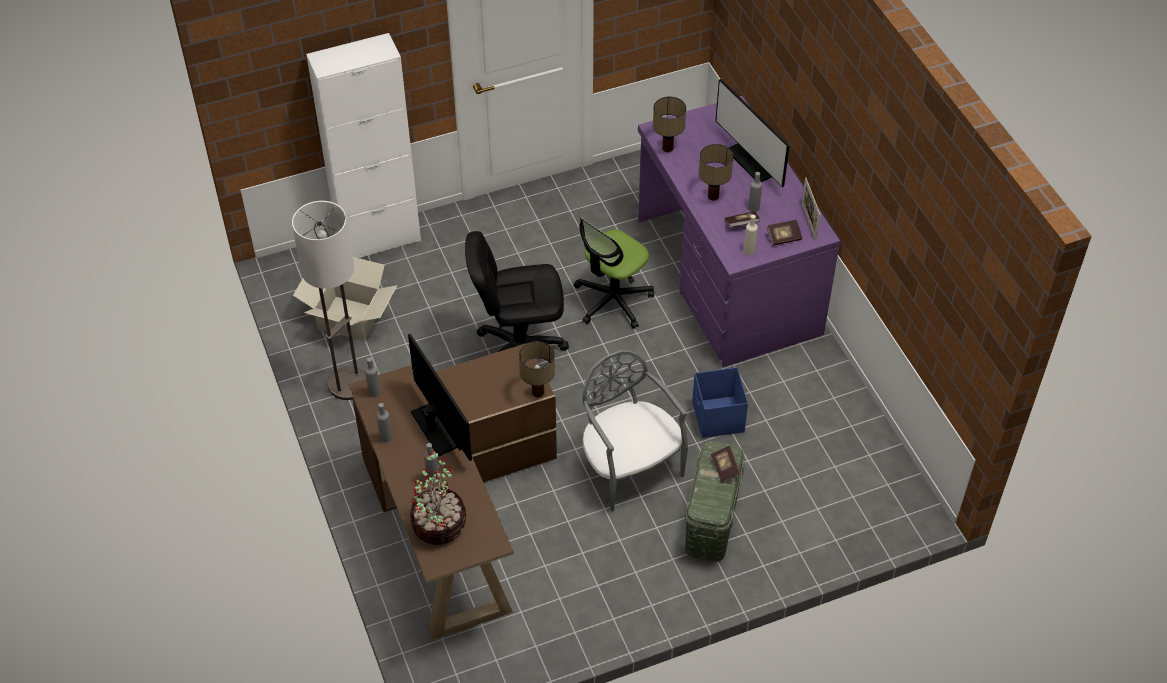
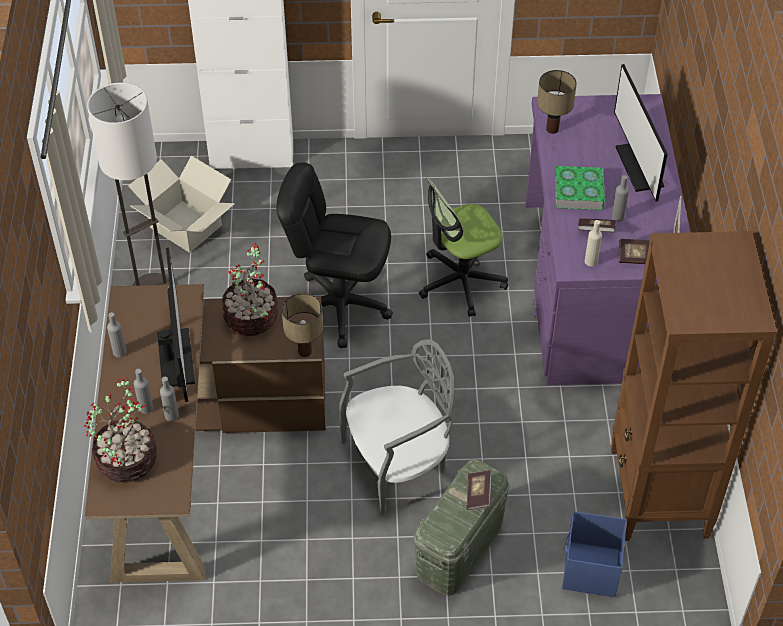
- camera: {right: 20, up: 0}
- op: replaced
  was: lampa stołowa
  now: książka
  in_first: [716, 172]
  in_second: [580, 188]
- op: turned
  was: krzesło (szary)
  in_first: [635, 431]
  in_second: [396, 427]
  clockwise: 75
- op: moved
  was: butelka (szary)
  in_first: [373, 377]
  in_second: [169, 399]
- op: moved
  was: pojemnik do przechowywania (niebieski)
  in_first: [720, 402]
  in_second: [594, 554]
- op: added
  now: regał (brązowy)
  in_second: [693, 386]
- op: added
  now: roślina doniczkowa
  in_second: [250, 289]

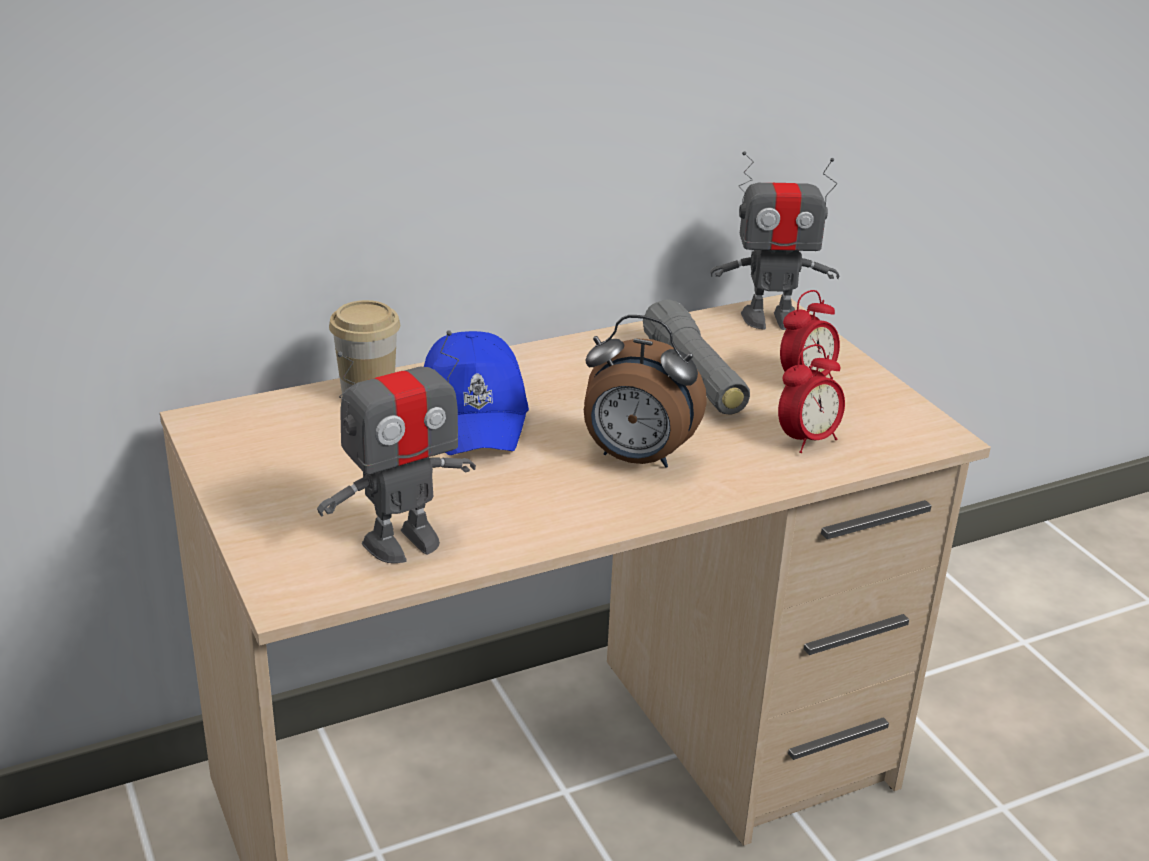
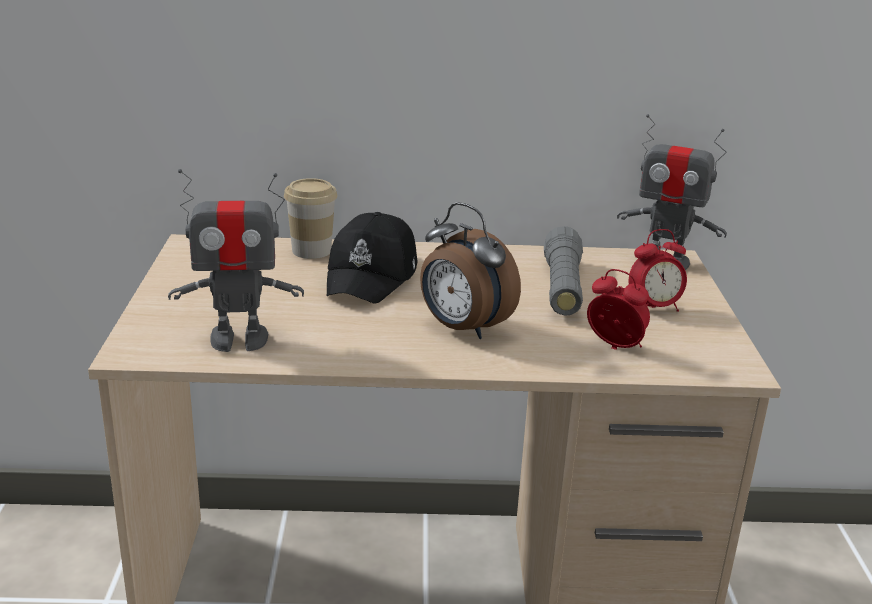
- camera: {right: 25, up: -5}
- op: recoloured
  was: czapka z daszkiem (niebieski)
  now: czapka z daszkiem (czarny)
  in_first: [476, 393]
  in_second: [372, 258]
- op: turned
  was: budzik
  in_first: [811, 398]
  in_second: [618, 309]
  clockwise: -135

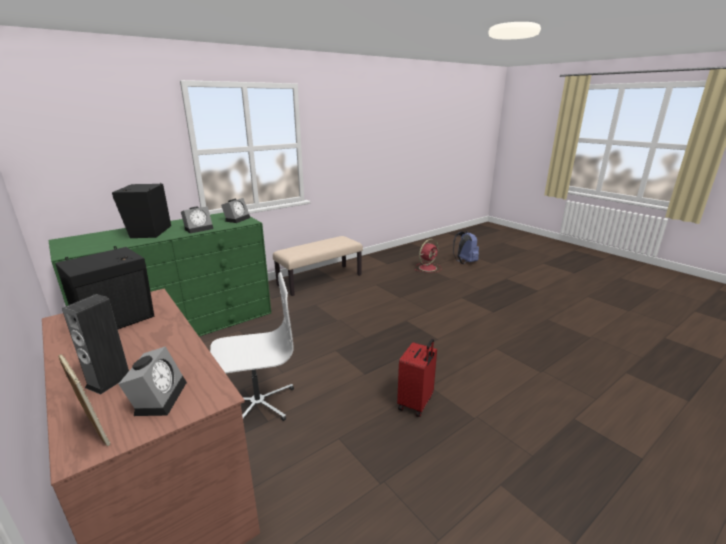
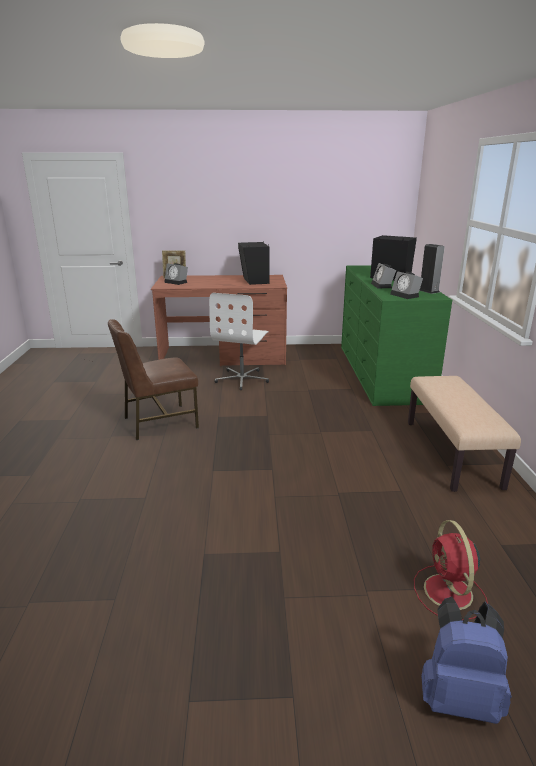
- camera: {right: 125, up: 0}
- op: moved
  was: głośnik
  in_first: [95, 344]
  in_second: [432, 269]
- op: replaced
  was: walizka (czerwony)
  now: krzesło (brązowy)
  in_first: [417, 378]
  in_second: [153, 379]

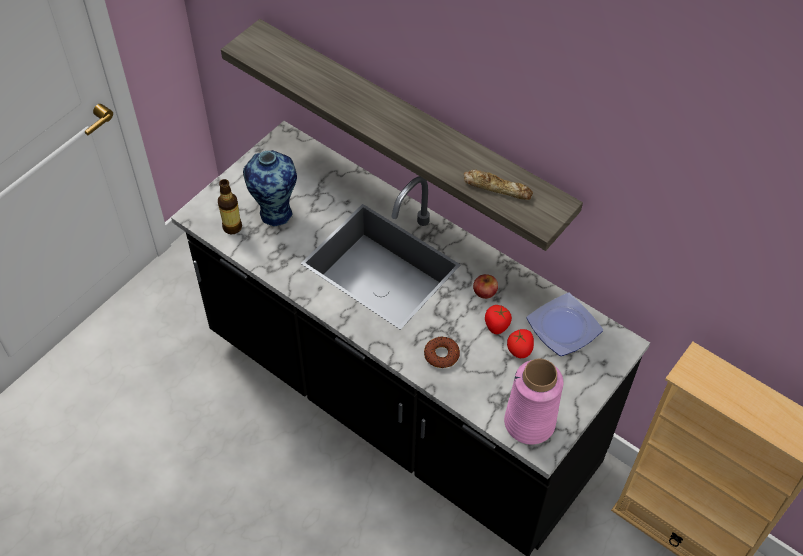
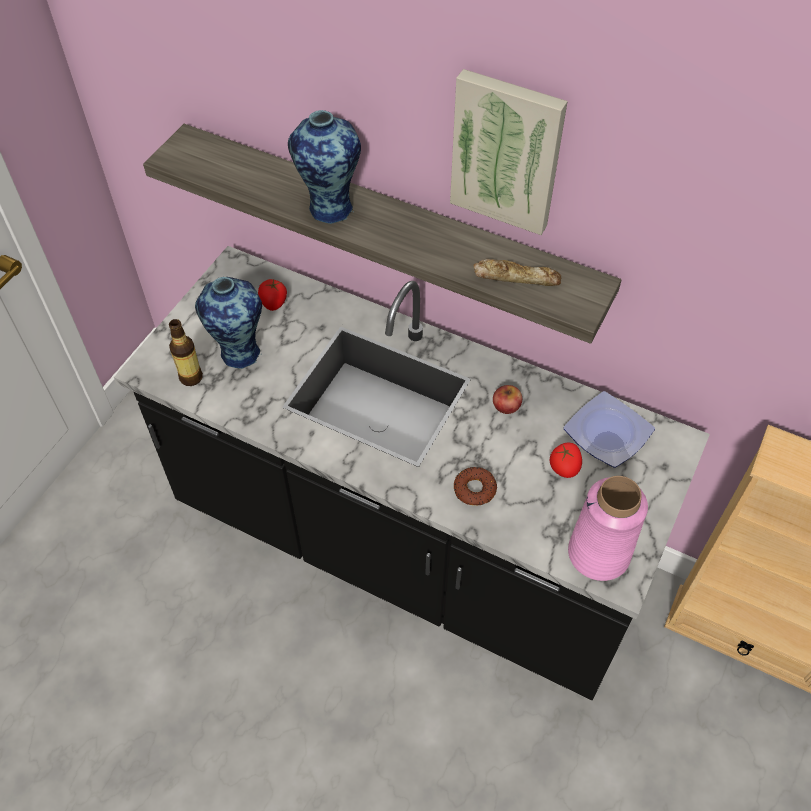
- camera: {right: -10, up: 0}
- op: moved
  was: pomidor
  in_first: [498, 319]
  in_second: [272, 295]
- op: added
  now: obraz
  in_second: [509, 152]
- op: added
  now: wazon
  in_second: [324, 167]

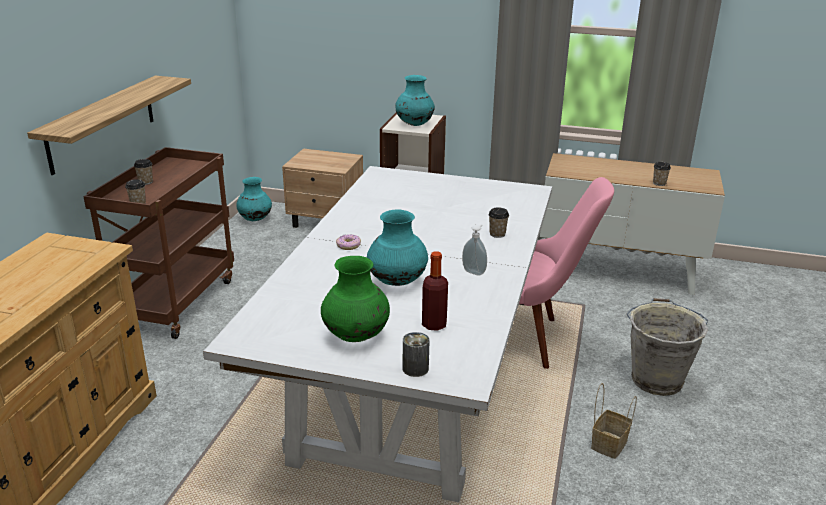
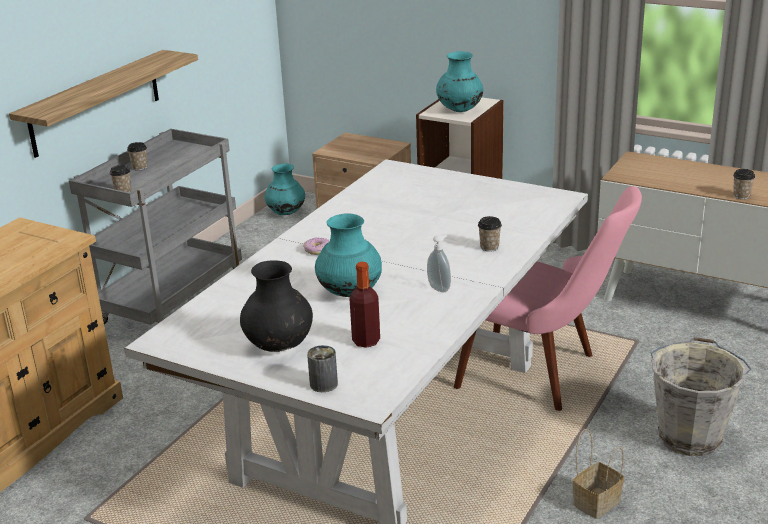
- camera: {right: 15, up: 0}
- op: recoloured
  was: wózek (brązowy)
  now: wózek (szary)
  in_first: [158, 243]
  in_second: [155, 227]
- op: recoloured
  was: wazon (zielony)
  now: wazon (czarny)
  in_first: [355, 299]
  in_second: [276, 306]

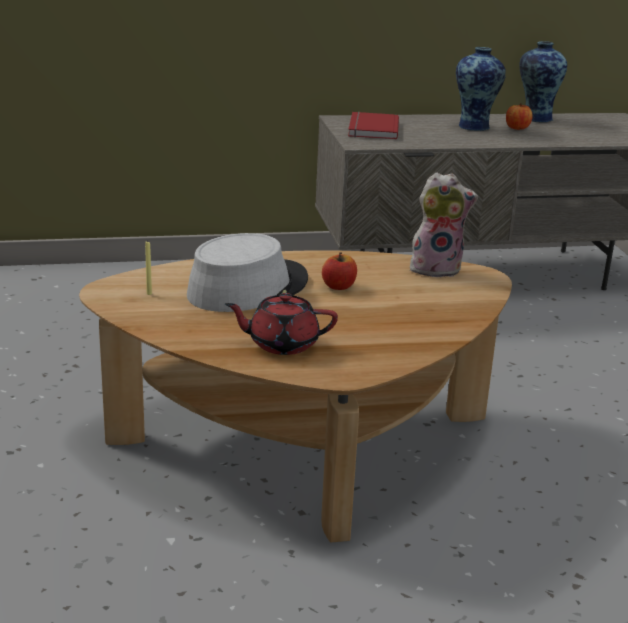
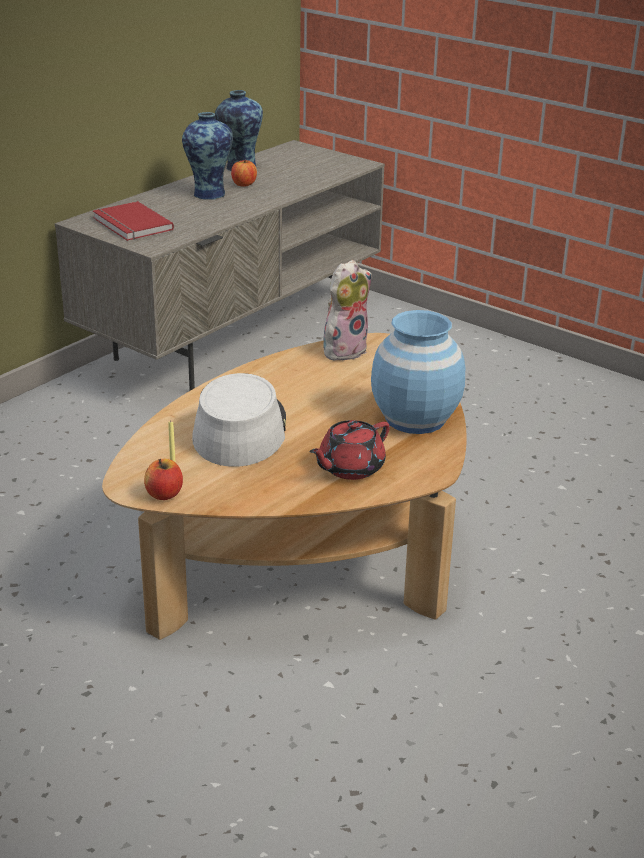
- camera: {right: -40, up: 5}
- op: moved
  was: jabłko
  in_first: [339, 271]
  in_second: [163, 479]
- op: added
  now: wazon (niebieski)
  in_second: [418, 372]

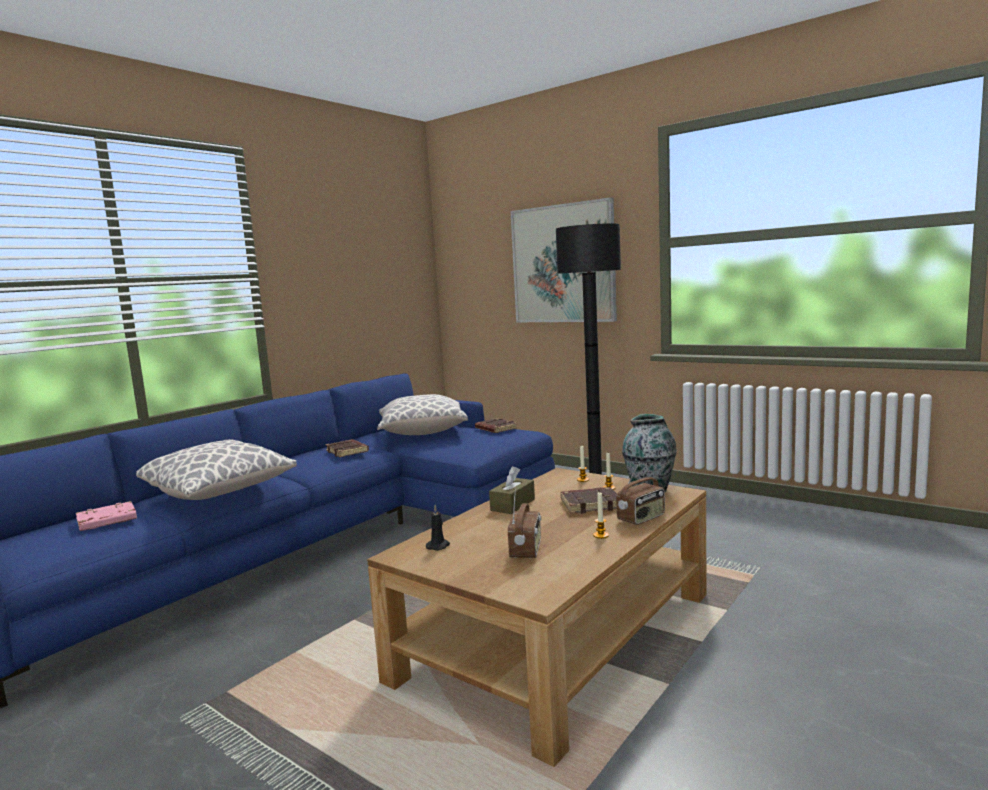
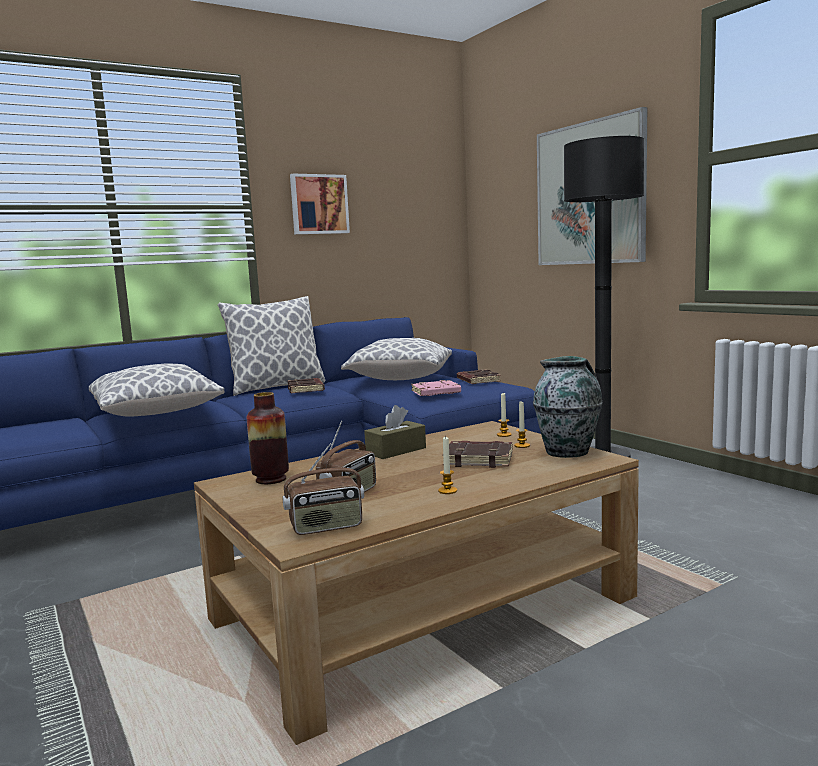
- camera: {right: 20, up: 0}
- op: moved
  was: radio
  in_first: [640, 493]
  in_second: [323, 489]
- op: moved
  was: książka (różowy)
  in_first: [106, 516]
  in_second: [436, 388]
- op: replaced
  was: świeca (czarny)
  now: wazon
  in_first: [438, 528]
  in_second: [268, 438]
- op: added
  now: obraz
  in_second: [320, 204]
- op: added
  now: poduszka
  in_second: [272, 346]

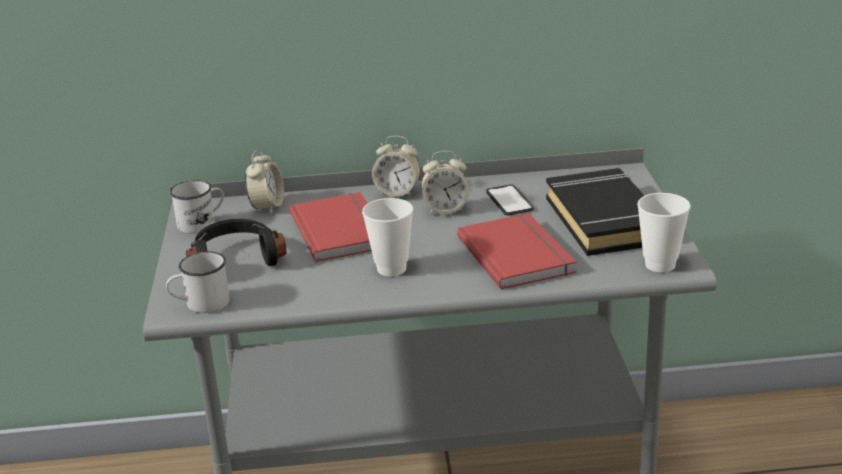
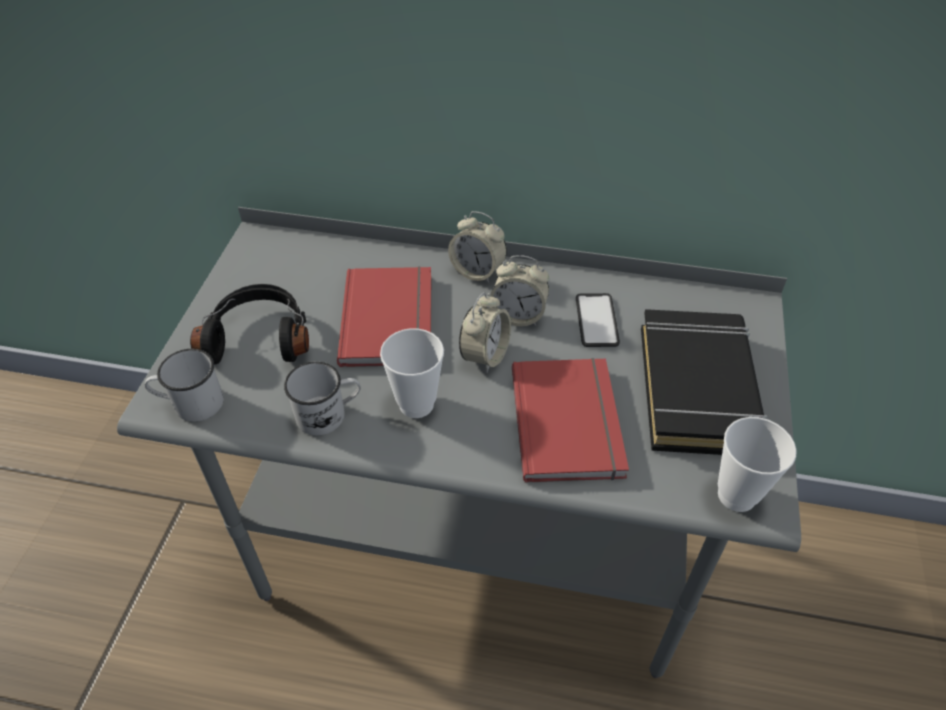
- camera: {right: 15, up: 20}
- op: moved
  was: budzik
  in_first: [264, 181]
  in_second: [485, 332]
- op: moved
  was: kubek (biały)
  in_first: [197, 207]
  in_second: [322, 398]

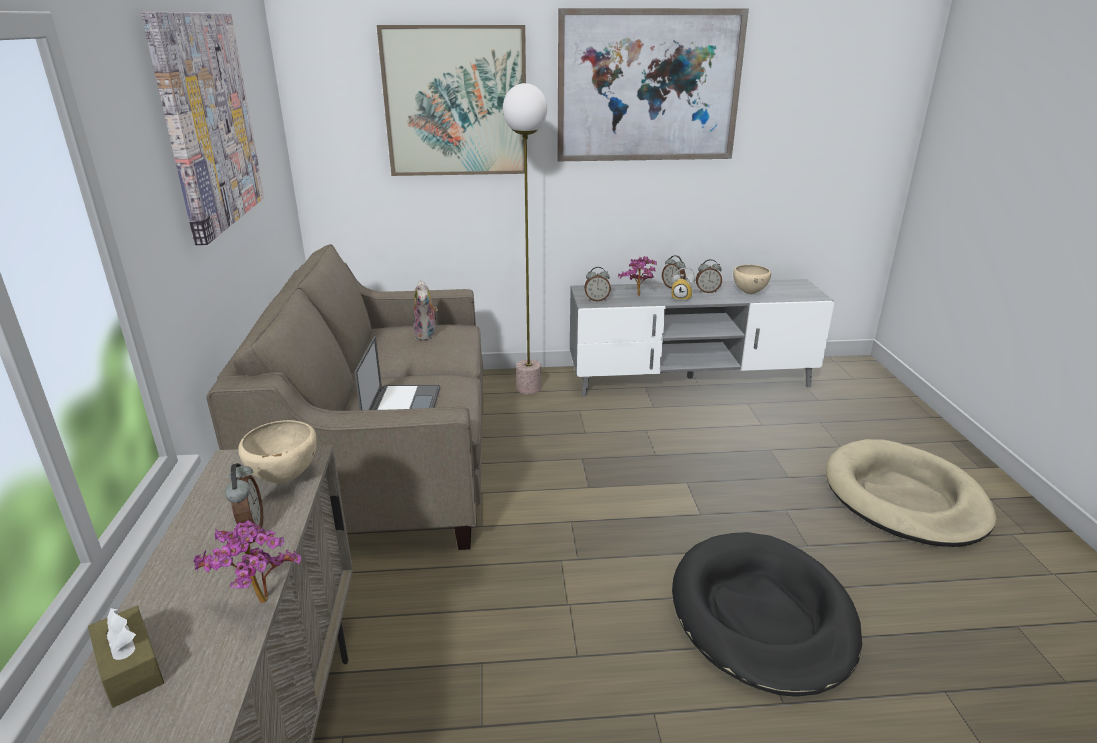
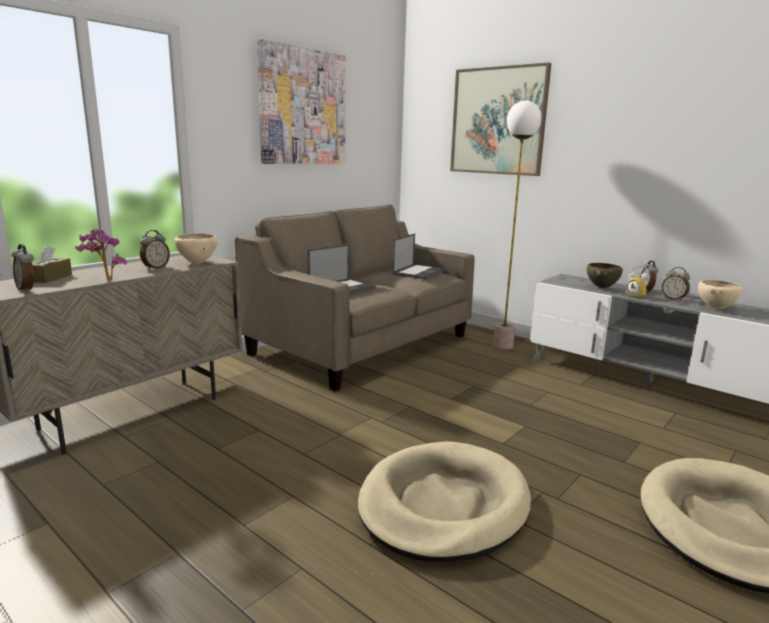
- camera: {right: 45, up: -10}
- op: removed
  was: obraz
  in_first: [653, 84]
- op: replaced
  was: roślina doniczkowa
  now: miska (brązowy)
  in_first: [637, 276]
  in_second: [604, 275]
- op: moved
  was: budzik
  in_first: [597, 284]
  in_second: [22, 268]
- op: replaced
  was: pluszak
  now: laptop
  in_first: [426, 310]
  in_second: [418, 256]
- op: recoloured
  was: legowisko (czarny)
  now: legowisko (beżowy)
  in_first: [767, 614]
  in_second: [444, 502]

